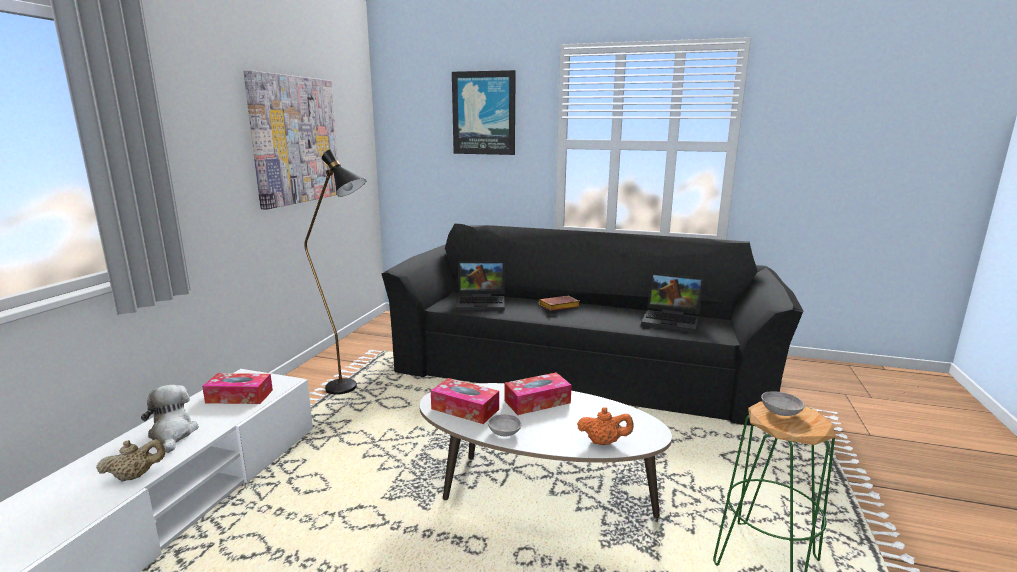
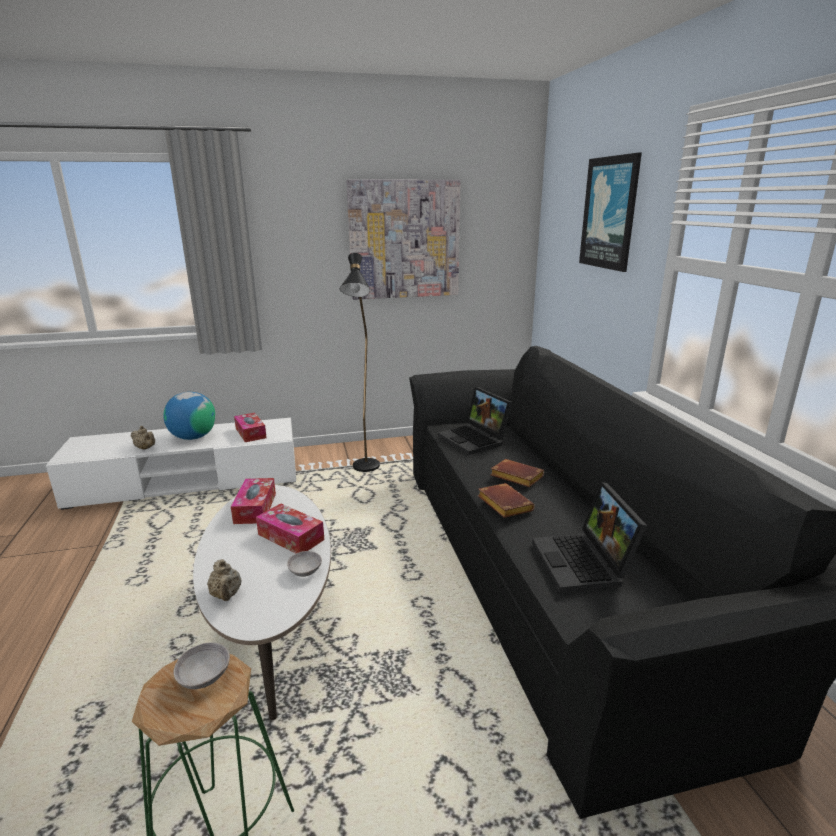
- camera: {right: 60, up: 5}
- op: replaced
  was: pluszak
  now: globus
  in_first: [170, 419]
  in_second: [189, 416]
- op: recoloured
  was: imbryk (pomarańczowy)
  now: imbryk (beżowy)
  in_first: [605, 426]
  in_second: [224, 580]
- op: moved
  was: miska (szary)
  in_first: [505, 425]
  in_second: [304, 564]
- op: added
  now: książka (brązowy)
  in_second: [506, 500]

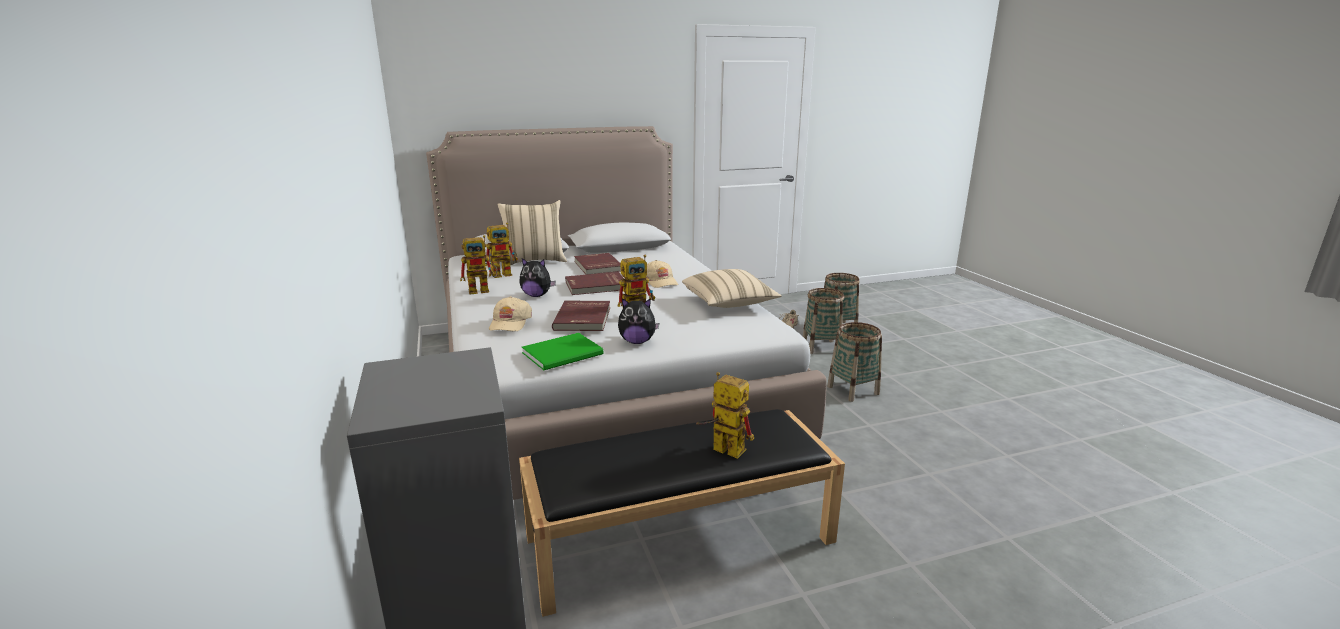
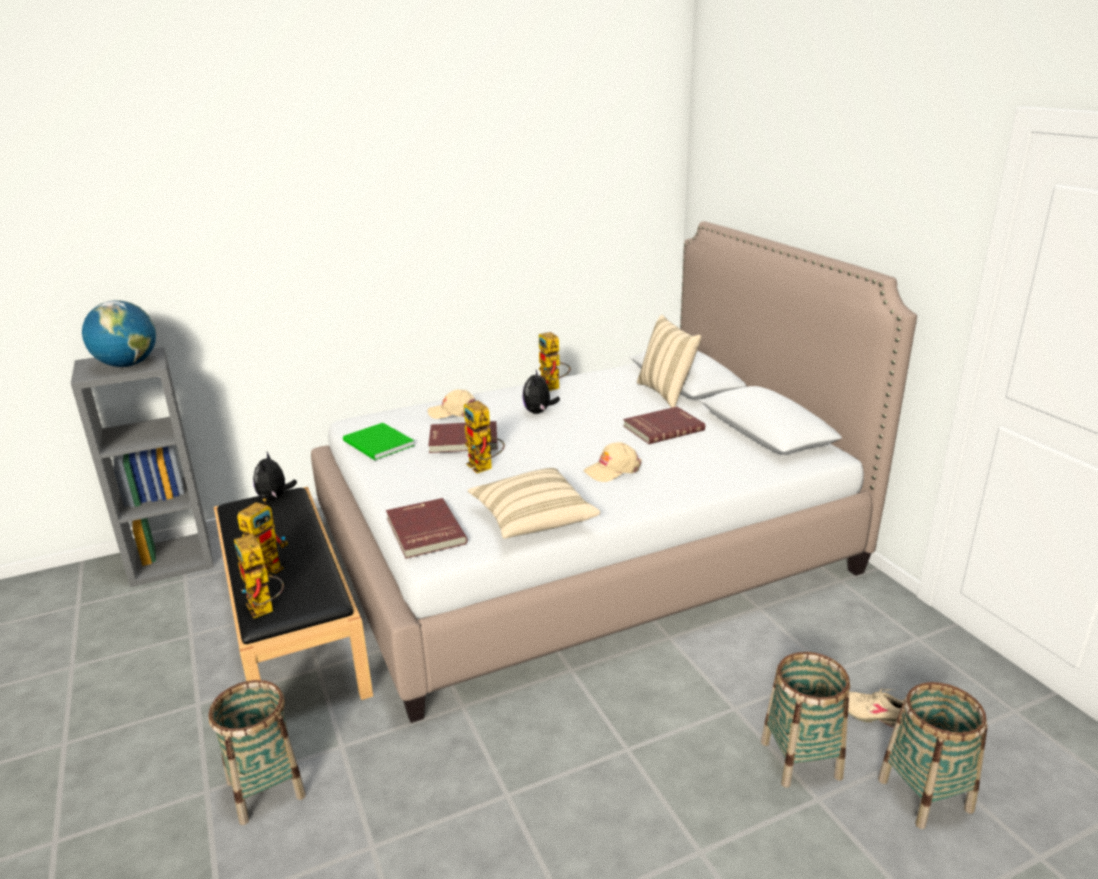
- camera: {right: 85, up: 5}
- op: moved
  was: robot zabawkowy
  in_first: [501, 250]
  in_second: [259, 576]
- op: moved
  was: książka (czerwony)
  in_first: [594, 283]
  in_second: [426, 528]
- op: moved
  was: pluszak
  in_first: [638, 321]
  in_second: [275, 476]
- op: moved
  was: koszyk
  in_first: [854, 362]
  in_second: [257, 752]
- op: added
  now: globus
  in_second: [119, 334]

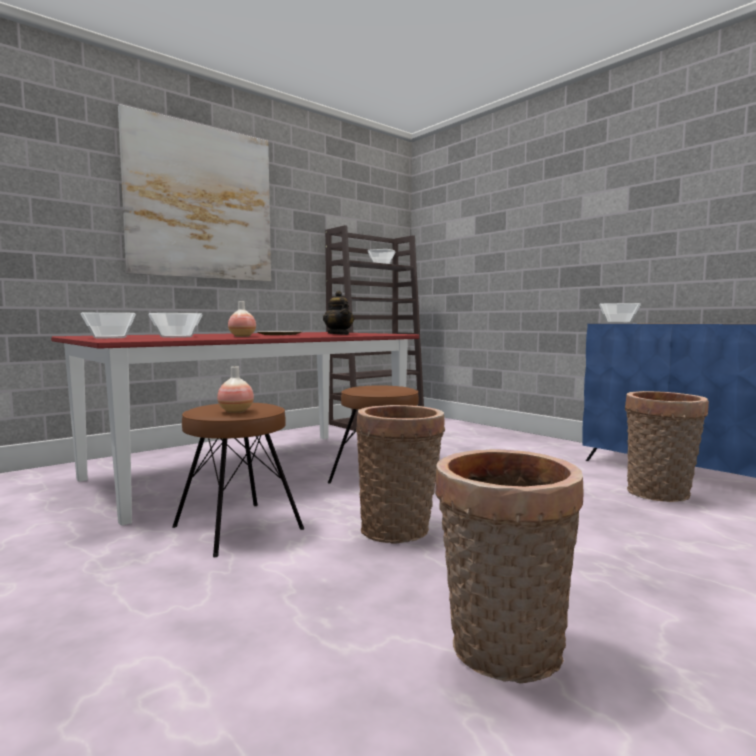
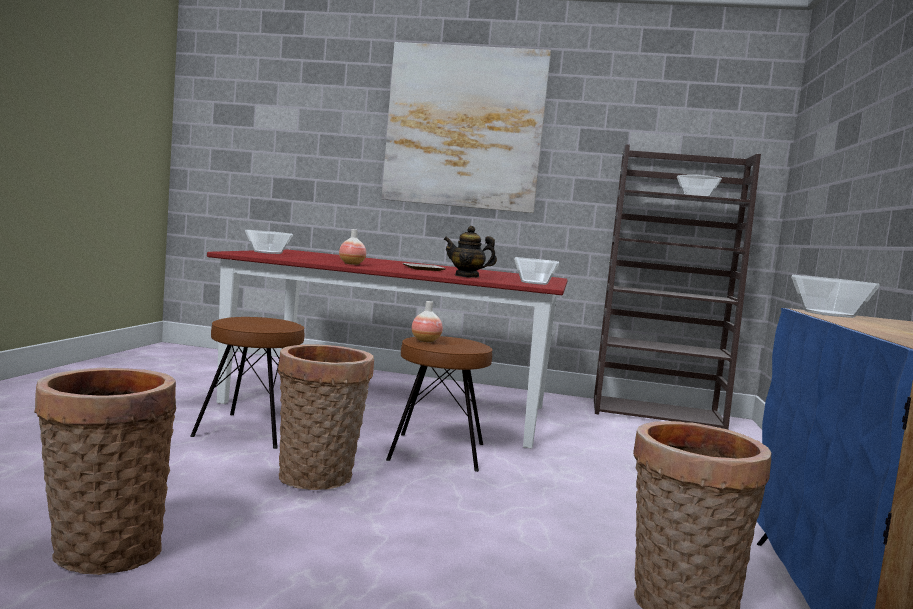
- camera: {right: 50, up: 0}
- op: turned
  was: imbryk
  in_first: [338, 313]
  in_second: [470, 251]
  clockwise: 75
- op: moved
  was: miska
  in_first: [175, 325]
  in_second: [536, 271]
- op: moved
  was: wazon
  in_first: [235, 389]
  in_second: [427, 321]

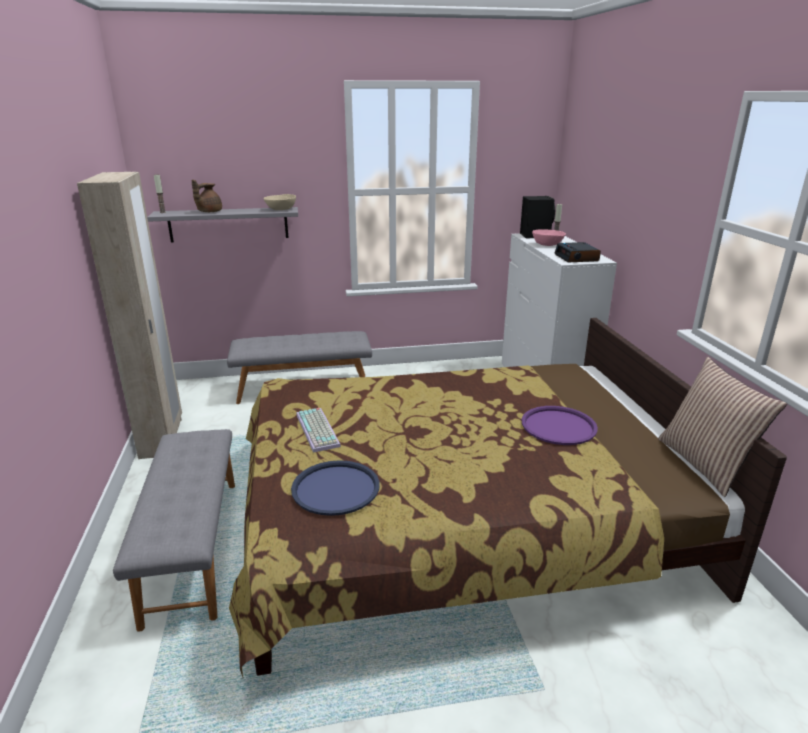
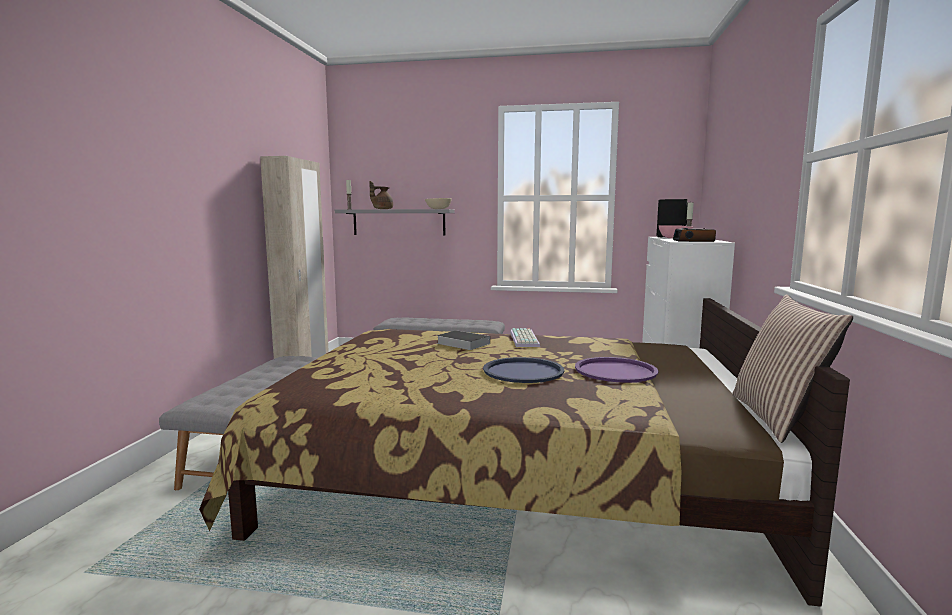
- camera: {right: 20, up: -15}
- op: moved
  was: klawiatura
  in_first: [318, 430]
  in_second: [525, 337]
- op: moved
  was: taca (niebieski)
  in_first: [335, 488]
  in_second: [523, 370]
- op: added
  now: książka
  in_second: [463, 340]

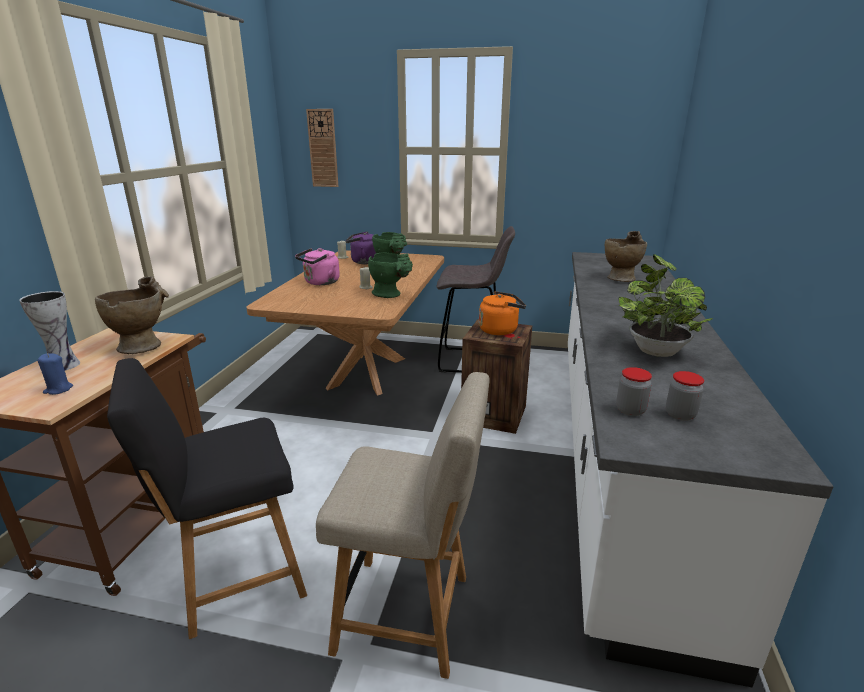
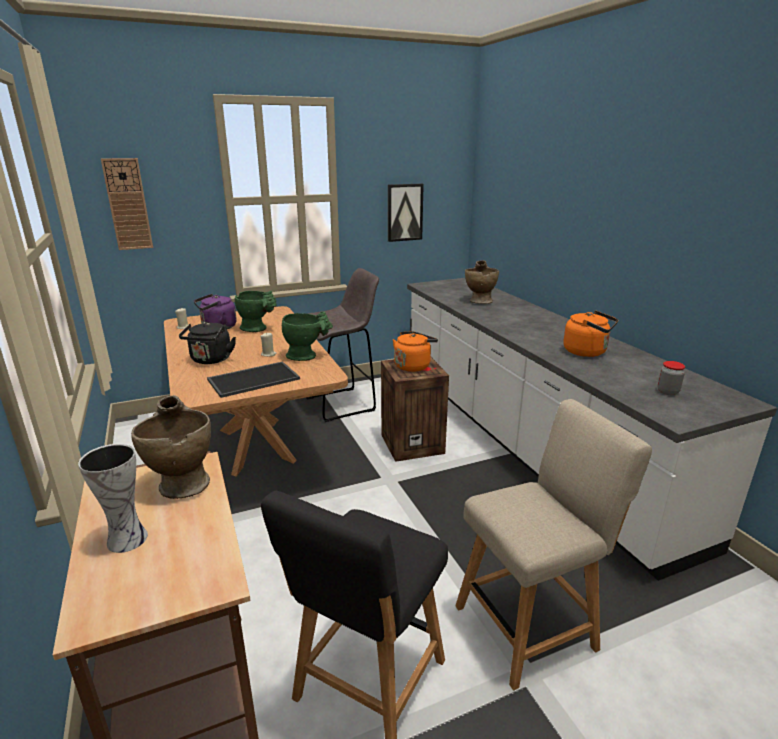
- camera: {right: -35, up: 0}
- op: recoloured
  was: czajnik (różowy)
  now: czajnik (czarny)
  in_first: [317, 266]
  in_second: [207, 343]
- op: replaced
  was: roślina doniczkowa
  now: czajnik (pomarańczowy)
  in_first: [665, 305]
  in_second: [590, 333]
- op: removed
  was: świeca (niebieski)
  in_first: [55, 374]
- op: removed
  was: słoik
  in_first: [634, 391]
- op: added
  now: obraz
  in_second: [406, 213]
- op: added
  now: taca
  in_second: [253, 379]

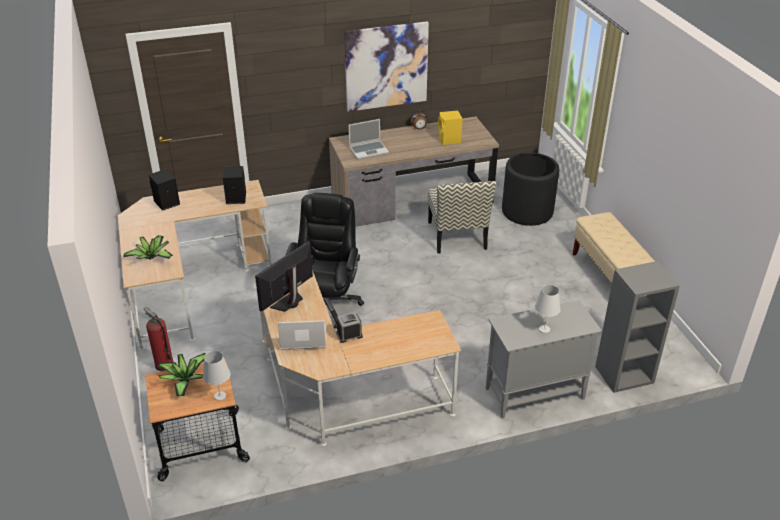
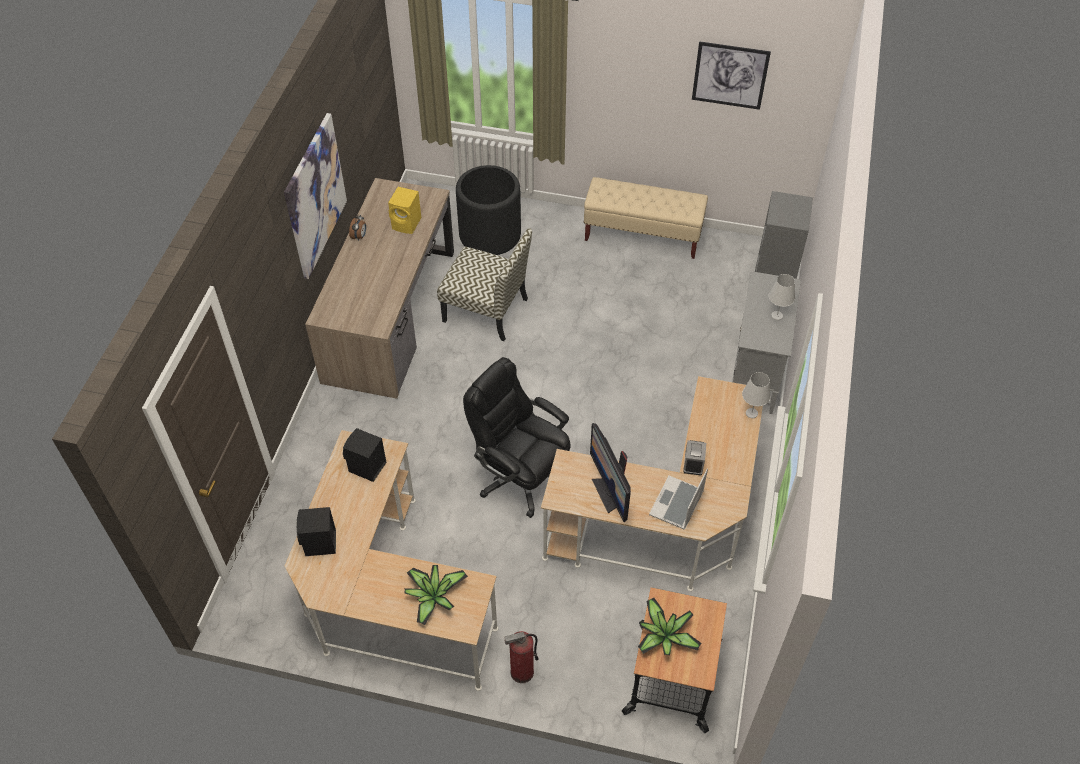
- camera: {right: -60, up: 15}
- op: removed
  was: laptop
  in_first: [369, 139]
- op: moved
  was: lampa stołowa (biały)
  in_first: [216, 376]
  in_second: [756, 395]
- op: added
  now: obraz
  in_second: [731, 75]

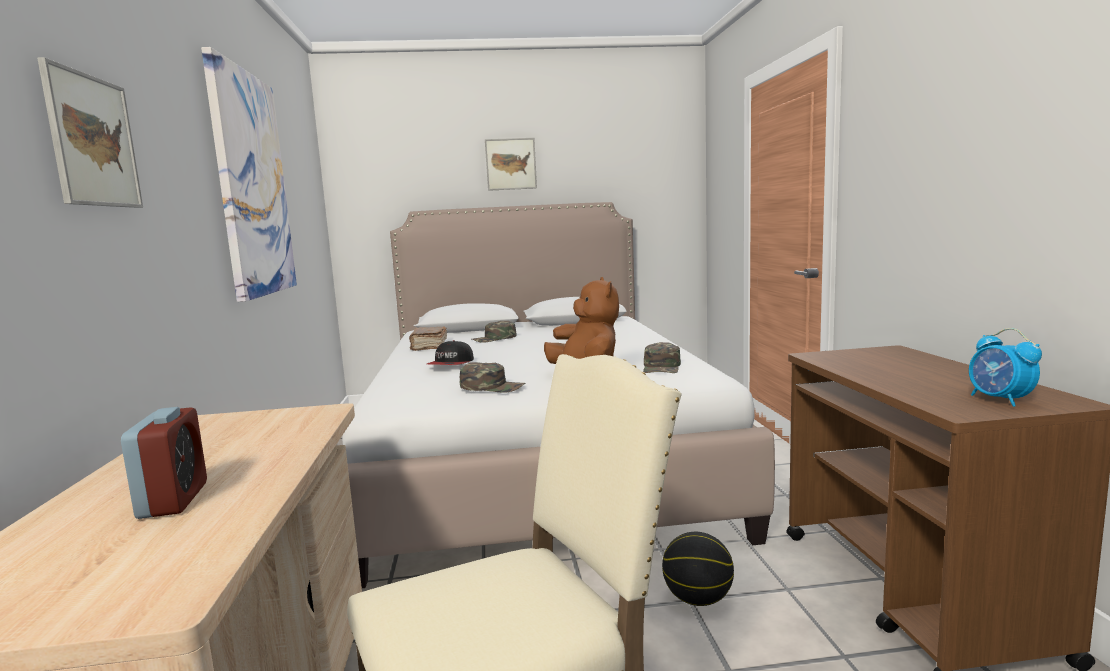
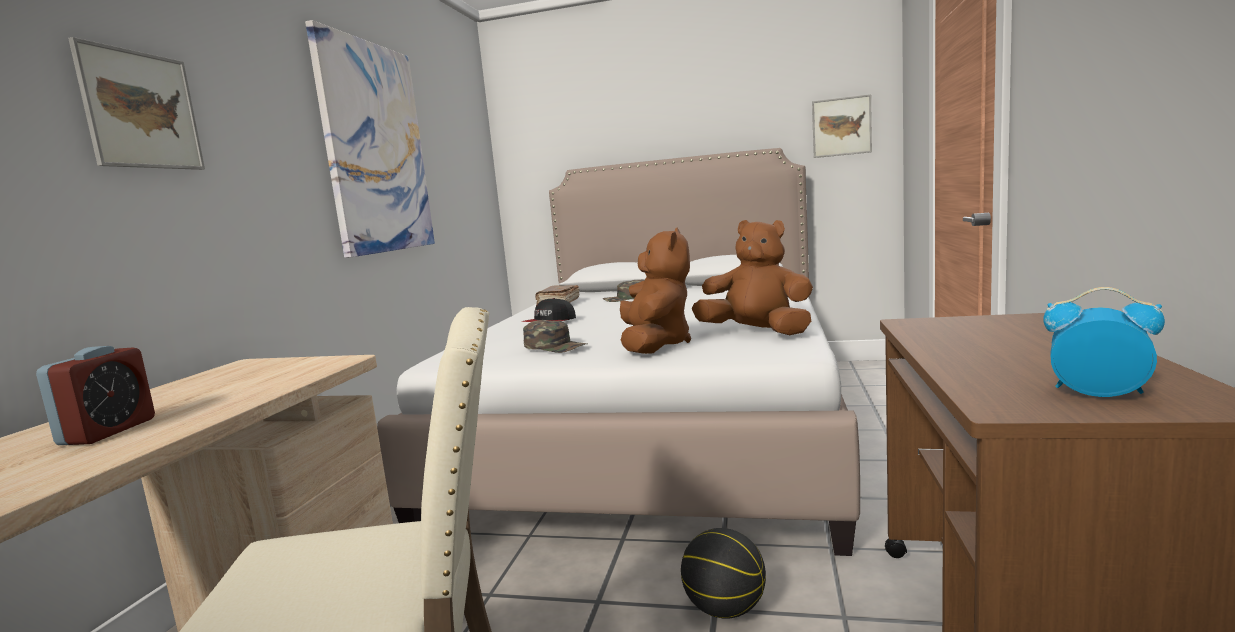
- camera: {right: 20, up: 0}
- op: moved
  was: obraz
  in_first: [511, 164]
  in_second: [842, 126]
- op: turned
  was: budzik
  in_first: [1005, 367]
  in_second: [1104, 342]
  clockwise: 120
- op: replaced
  was: czapka z daszkiem (zielony)
  now: pluszak (brązowy)
  in_first: [662, 357]
  in_second: [752, 277]

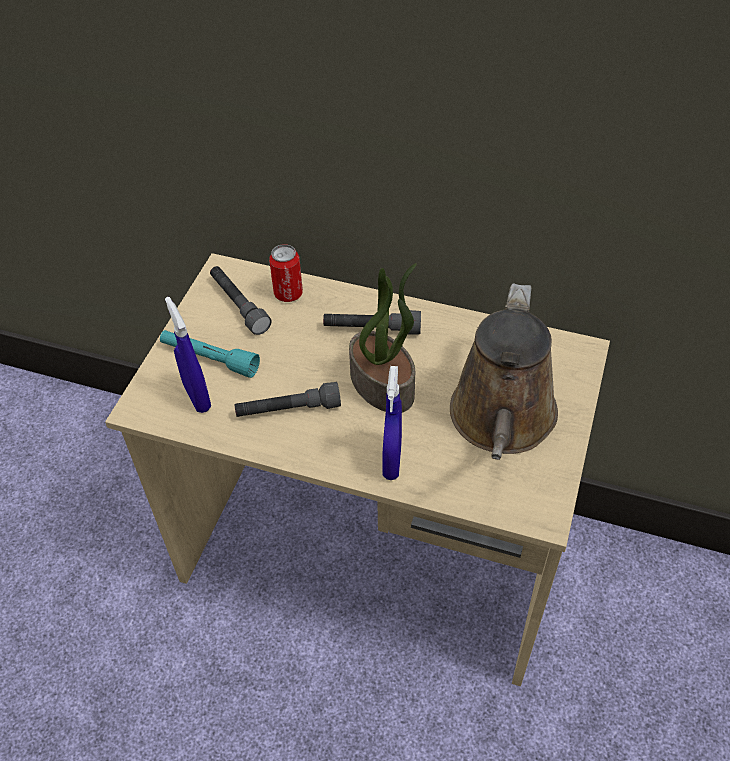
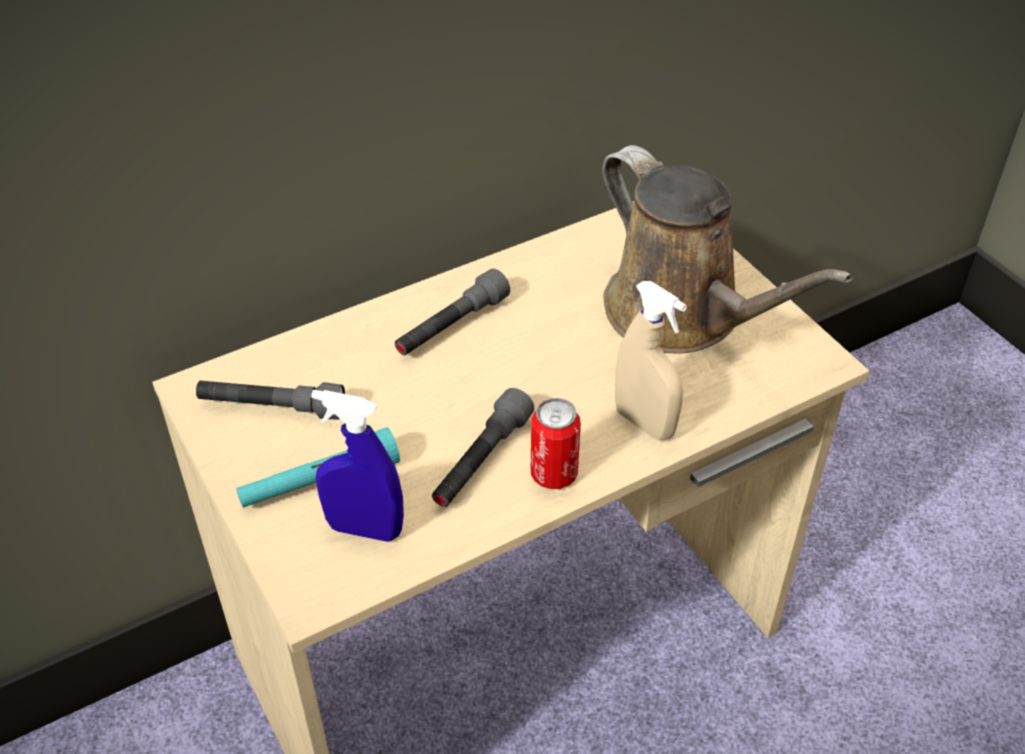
- camera: {right: -50, up: -5}
- op: moved
  was: puszka
  in_first: [286, 273]
  in_second: [556, 443]
- op: removed
  was: roślina doniczkowa
  in_first: [383, 337]
- op: recoloured
  was: spryskiwacz (niebieski)
  now: spryskiwacz (beżowy)
  in_first: [392, 423]
  in_second: [651, 360]

